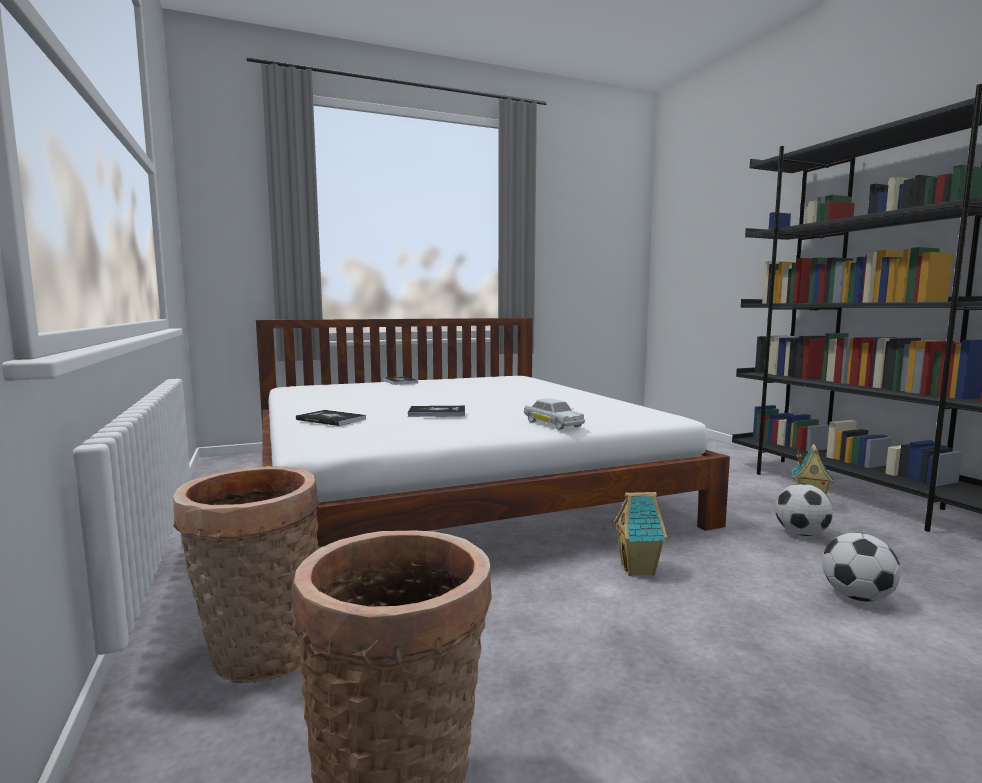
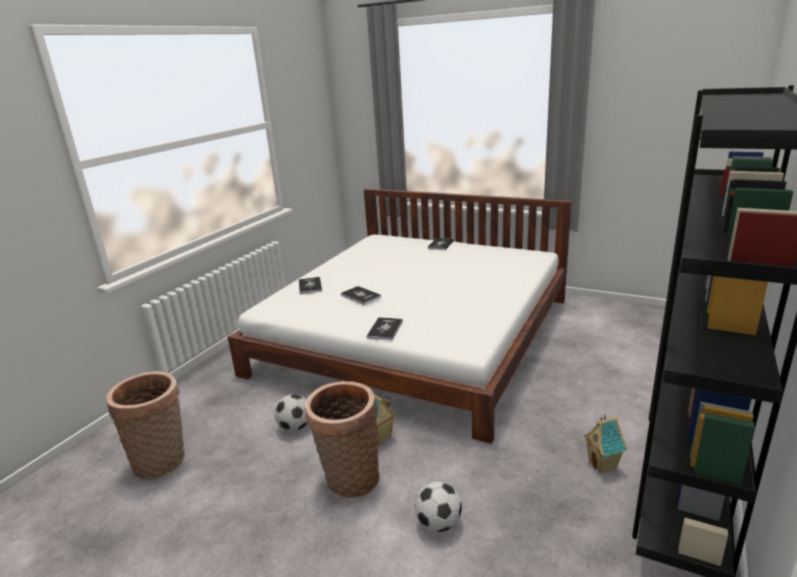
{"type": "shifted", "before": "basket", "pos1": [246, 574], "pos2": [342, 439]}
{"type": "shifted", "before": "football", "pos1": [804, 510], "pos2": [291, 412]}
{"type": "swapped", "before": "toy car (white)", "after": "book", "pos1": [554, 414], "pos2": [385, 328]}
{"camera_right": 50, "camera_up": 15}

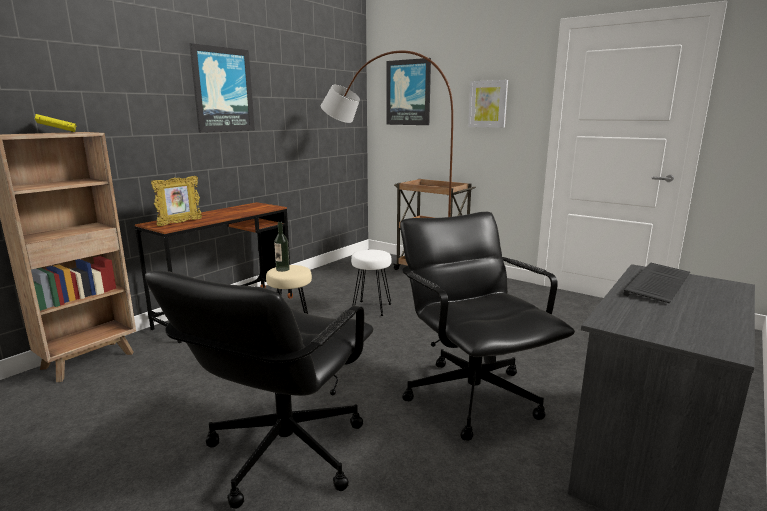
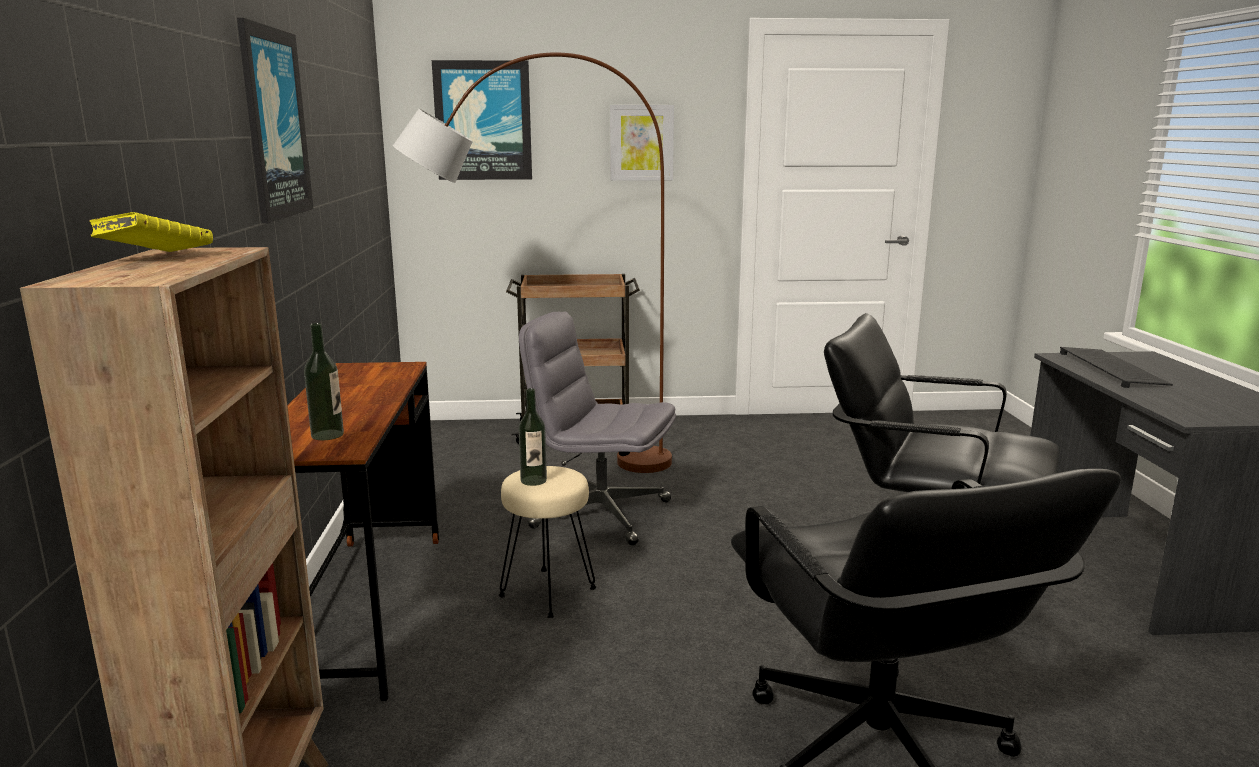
{"type": "swapped", "before": "picture frame", "after": "bottle", "pos1": [176, 201], "pos2": [324, 381]}
{"type": "swapped", "before": "stool (white)", "after": "office chair (grey)", "pos1": [371, 283], "pos2": [597, 428]}
{"camera_right": -40, "camera_up": 0}

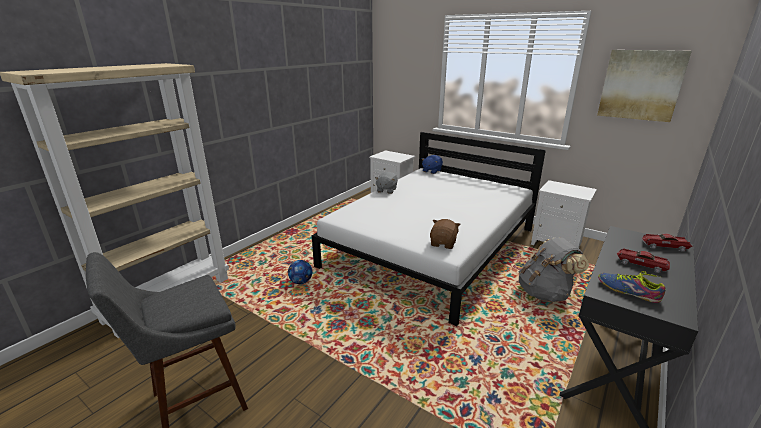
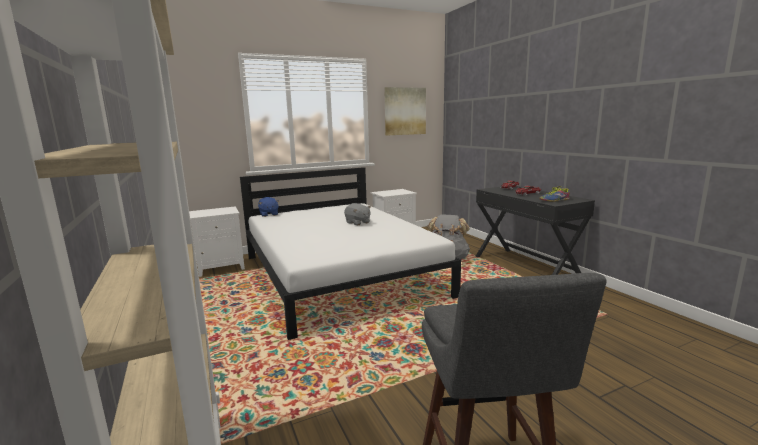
{"type": "gone", "before": "football", "pos1": [300, 272]}
{"type": "gone", "before": "plush toy (brown)", "pos1": [445, 234]}
{"type": "shifted", "before": "plush toy (grey)", "pos1": [386, 183], "pos2": [357, 214]}
{"camera_right": -60, "camera_up": -10}

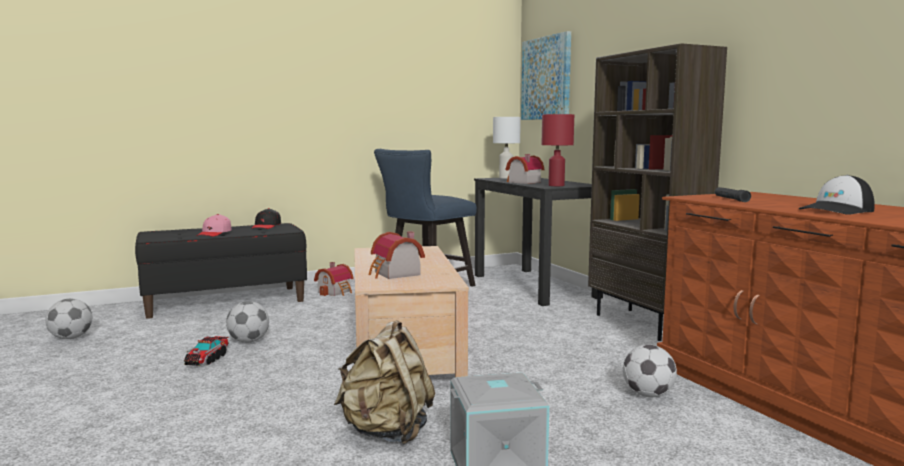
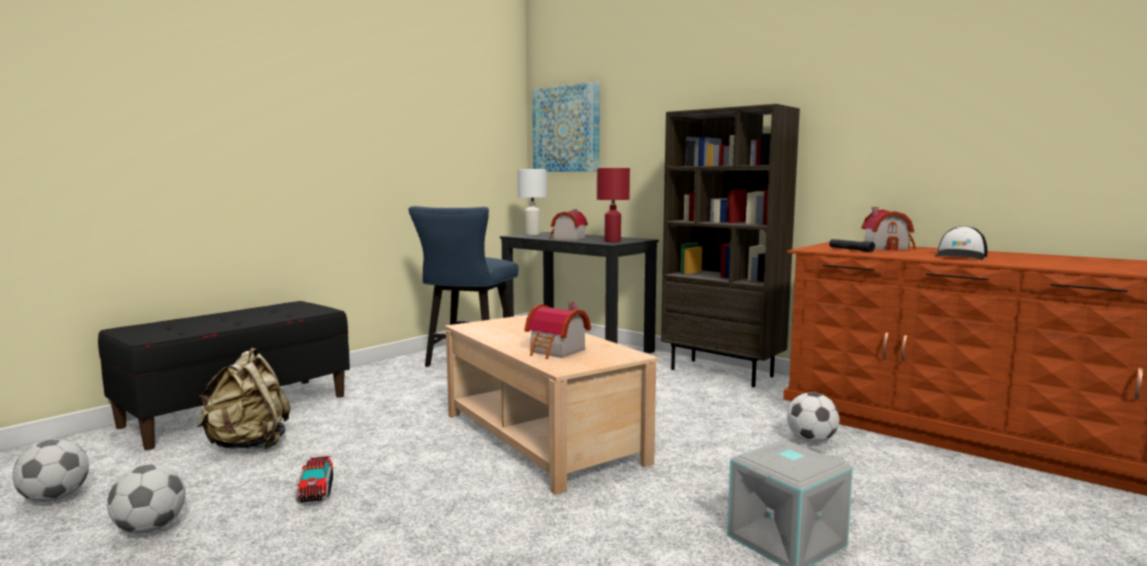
{"type": "gone", "before": "cap (pink)", "pos1": [214, 225]}
{"type": "gone", "before": "cap (black)", "pos1": [266, 218]}
{"type": "shifted", "before": "football", "pos1": [247, 322], "pos2": [146, 499]}
{"type": "shifted", "before": "toy house", "pos1": [334, 279], "pos2": [888, 229]}
{"type": "shifted", "before": "backpack (beige)", "pos1": [384, 382], "pos2": [244, 399]}
{"camera_right": -25, "camera_up": 0}

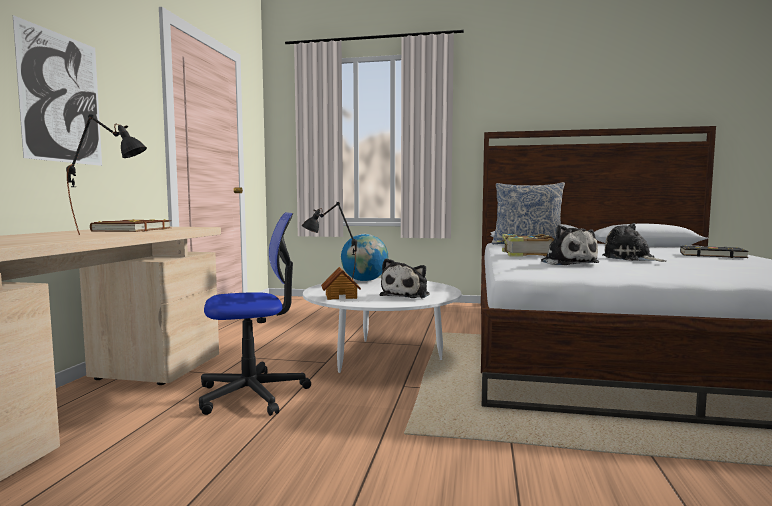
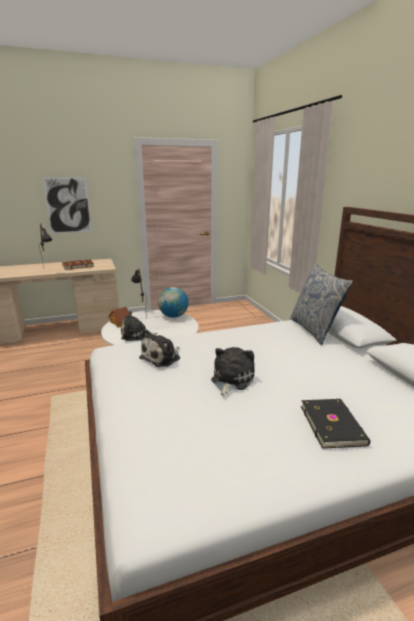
{"type": "gone", "before": "office chair", "pos1": [255, 314]}
{"type": "gone", "before": "book", "pos1": [525, 245]}
{"camera_right": 60, "camera_up": 15}

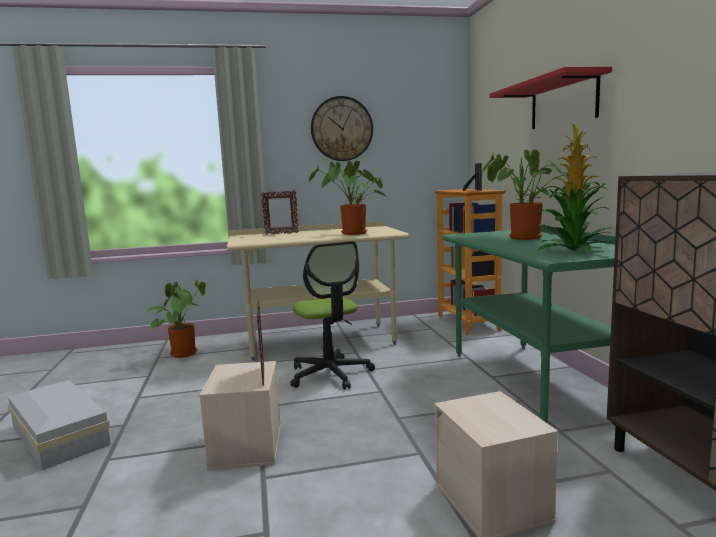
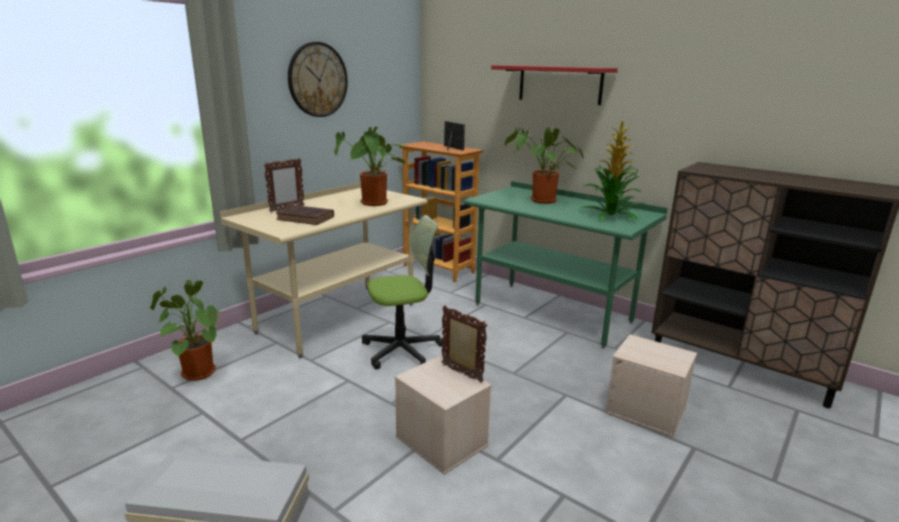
{"type": "new", "after": "book (brown)", "pos2": [305, 215]}
{"type": "rotated", "before": "office chair", "pos1": [332, 315], "pos2": [403, 292], "turn": -45}
{"camera_right": -40, "camera_up": 10}

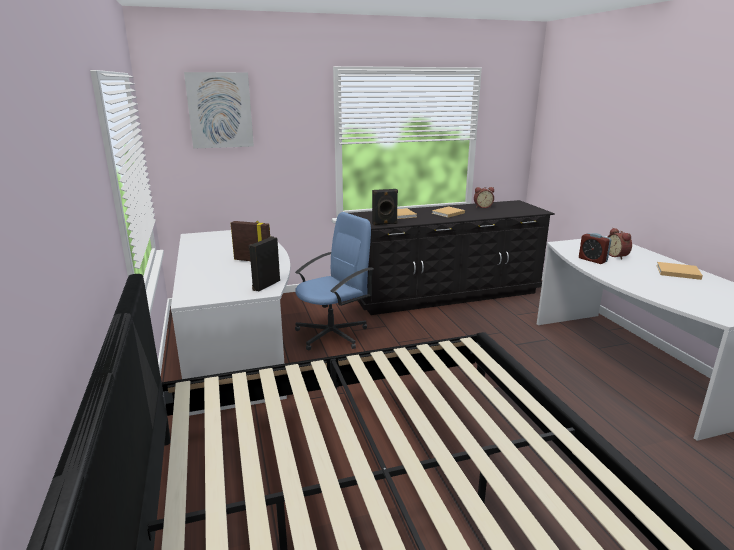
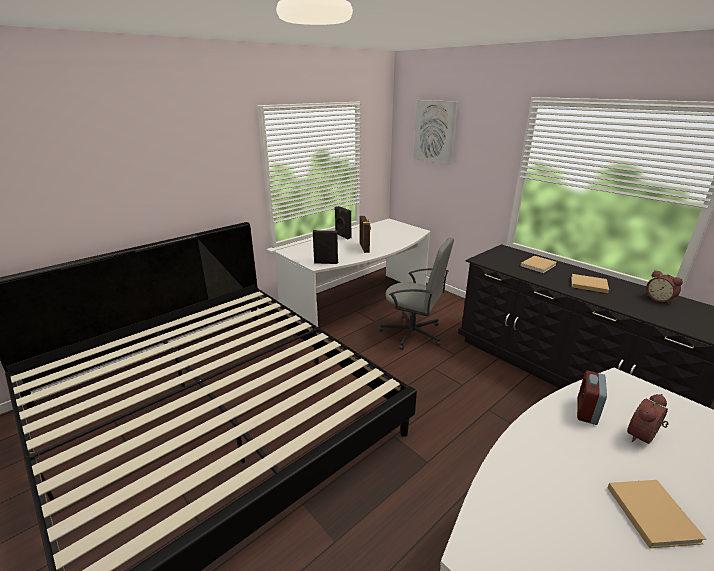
{"type": "shifted", "before": "speaker (black)", "pos1": [385, 207], "pos2": [343, 222]}
{"type": "repainted", "before": "office chair (blue)", "after": "office chair (grey)", "pos1": [334, 281], "pos2": [417, 294]}
{"camera_right": 65, "camera_up": 5}

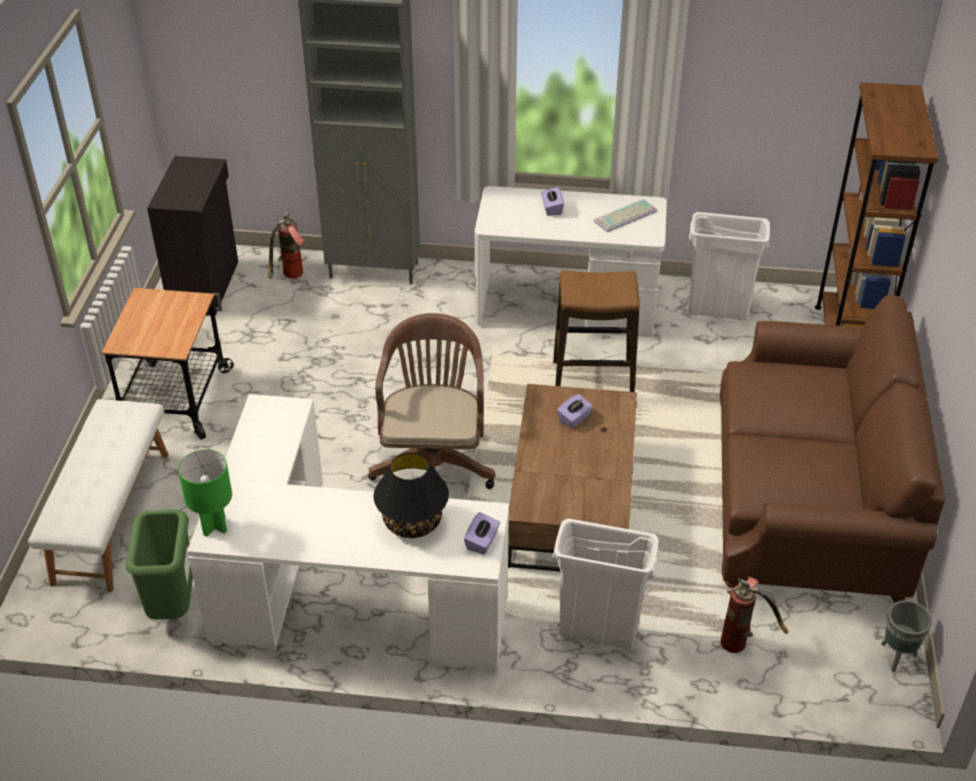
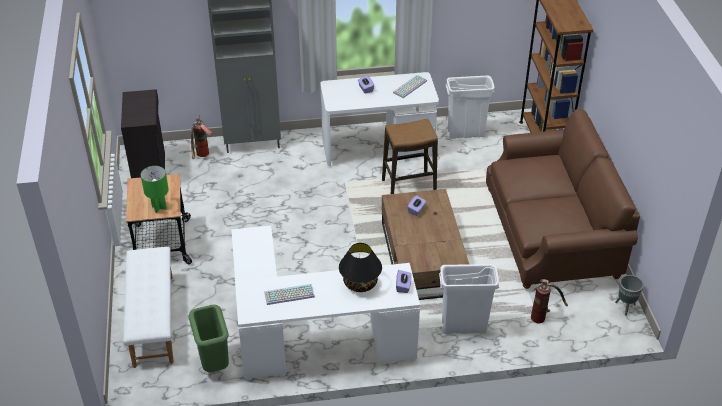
{"type": "gone", "before": "office chair (brown)", "pos1": [431, 401]}
{"type": "new", "after": "keyboard", "pos2": [290, 294]}
{"type": "shifted", "before": "table lamp (green)", "pos1": [205, 493], "pos2": [155, 189]}
{"camera_right": -15, "camera_up": 0}

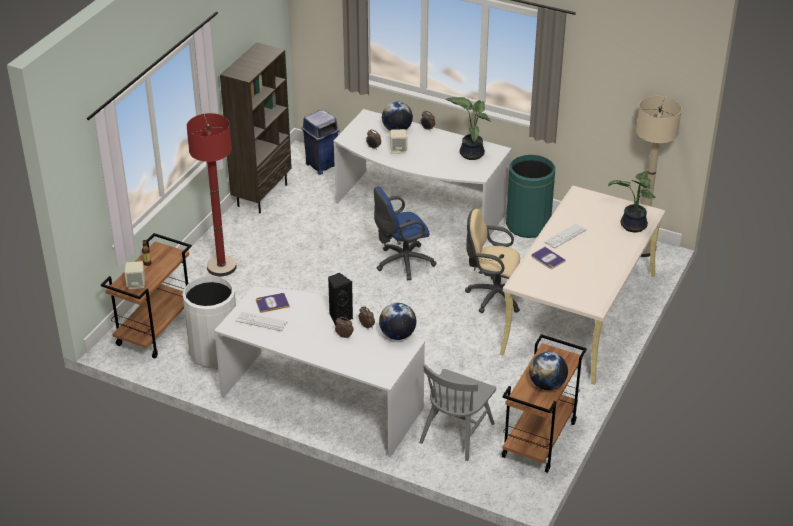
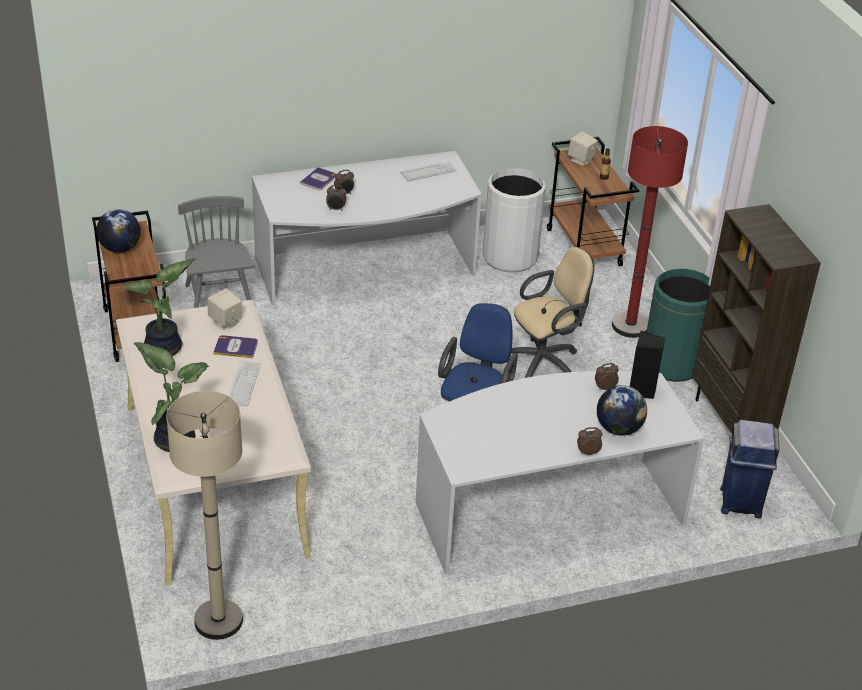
{"type": "gone", "before": "globe", "pos1": [397, 321]}
{"type": "shifted", "before": "book", "pos1": [273, 303], "pos2": [318, 178]}
{"type": "shifted", "before": "speaker (black)", "pos1": [340, 299], "pos2": [647, 365]}
{"type": "shifted", "before": "speaker (beige)", "pos1": [398, 141], "pos2": [225, 309]}
{"type": "shifted", "before": "potted plant", "pos1": [468, 128], "pos2": [159, 307]}
{"type": "shifted", "before": "office chair (beige)", "pos1": [492, 261], "pos2": [552, 312]}
{"type": "shifted", "before": "trash can (green)", "pos1": [530, 196], "pos2": [678, 325]}
{"camera_right": 135, "camera_up": 0}

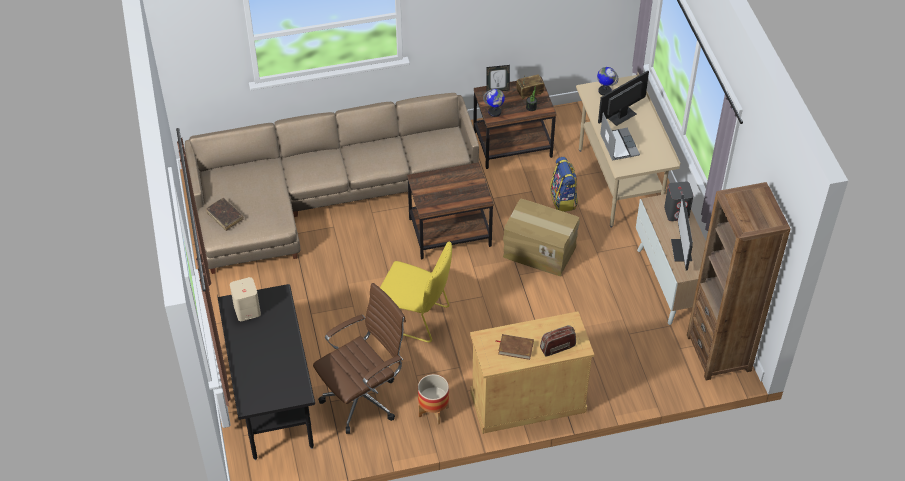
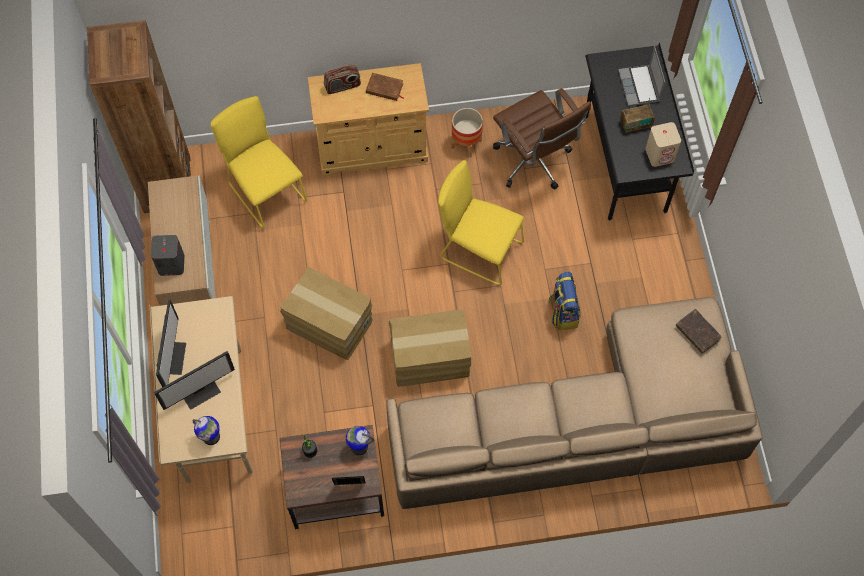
{"type": "new", "after": "chair (yellow)", "pos2": [258, 162]}
{"type": "shifted", "before": "radio", "pos1": [530, 86], "pos2": [637, 115]}
{"type": "shifted", "before": "backpack", "pos1": [564, 184], "pos2": [564, 301]}
{"type": "shifted", "before": "laptop", "pos1": [620, 137], "pos2": [641, 76]}
{"type": "shifted", "before": "monitor", "pos1": [682, 233], "pos2": [171, 343]}
{"type": "swapped", "before": "side table (brown)", "after": "cardboard box", "pos1": [450, 210], "pos2": [430, 348]}
{"type": "rotated", "before": "office chair (brown)", "pos1": [359, 358], "pos2": [542, 139], "turn": -90}
{"camera_right": -175, "camera_up": 15}

